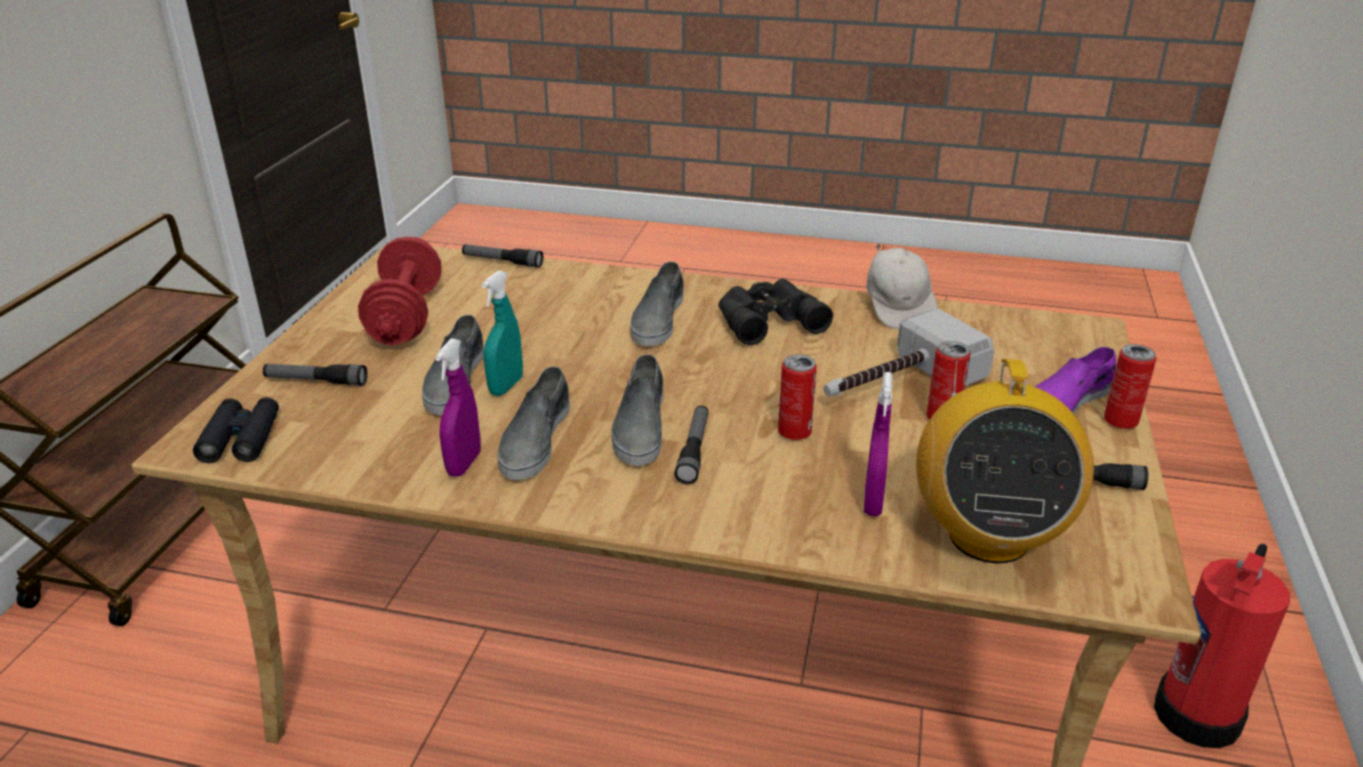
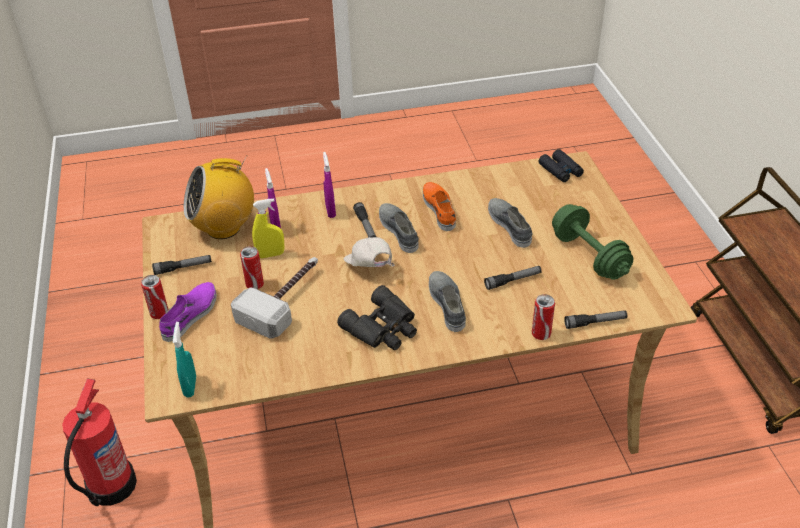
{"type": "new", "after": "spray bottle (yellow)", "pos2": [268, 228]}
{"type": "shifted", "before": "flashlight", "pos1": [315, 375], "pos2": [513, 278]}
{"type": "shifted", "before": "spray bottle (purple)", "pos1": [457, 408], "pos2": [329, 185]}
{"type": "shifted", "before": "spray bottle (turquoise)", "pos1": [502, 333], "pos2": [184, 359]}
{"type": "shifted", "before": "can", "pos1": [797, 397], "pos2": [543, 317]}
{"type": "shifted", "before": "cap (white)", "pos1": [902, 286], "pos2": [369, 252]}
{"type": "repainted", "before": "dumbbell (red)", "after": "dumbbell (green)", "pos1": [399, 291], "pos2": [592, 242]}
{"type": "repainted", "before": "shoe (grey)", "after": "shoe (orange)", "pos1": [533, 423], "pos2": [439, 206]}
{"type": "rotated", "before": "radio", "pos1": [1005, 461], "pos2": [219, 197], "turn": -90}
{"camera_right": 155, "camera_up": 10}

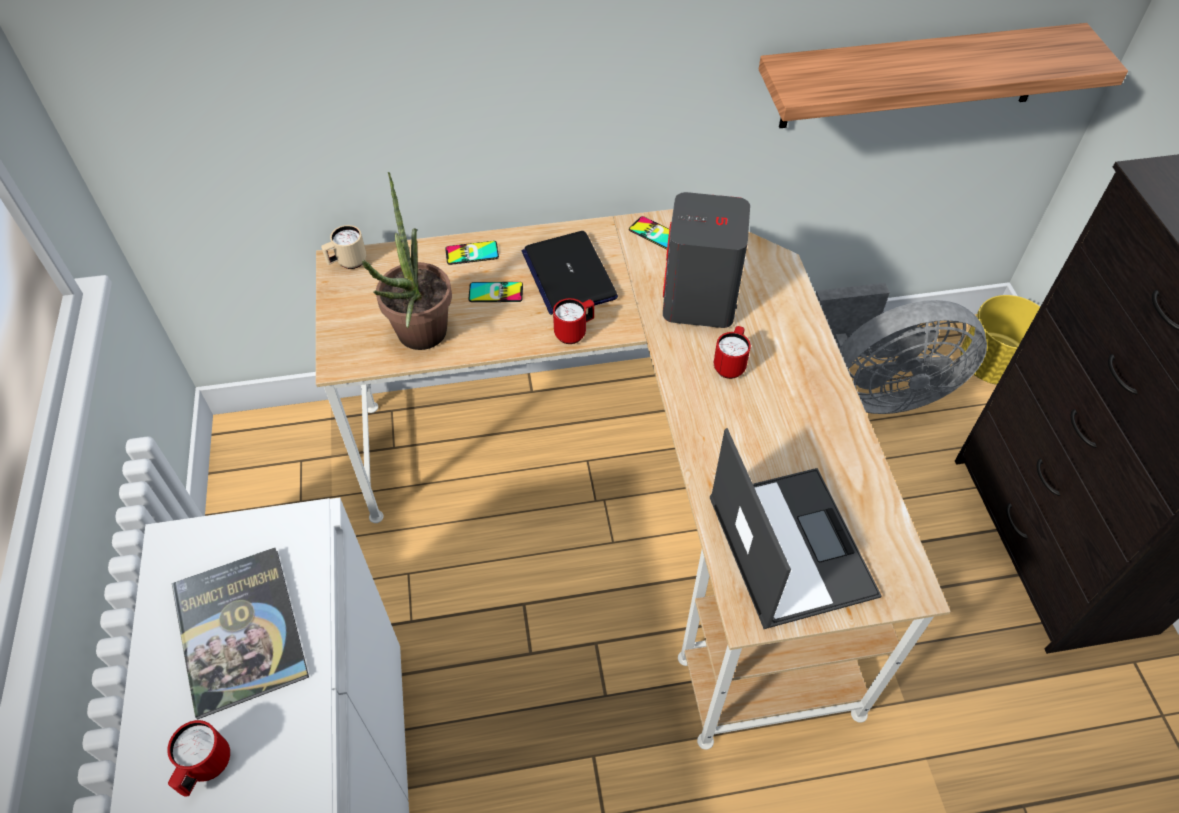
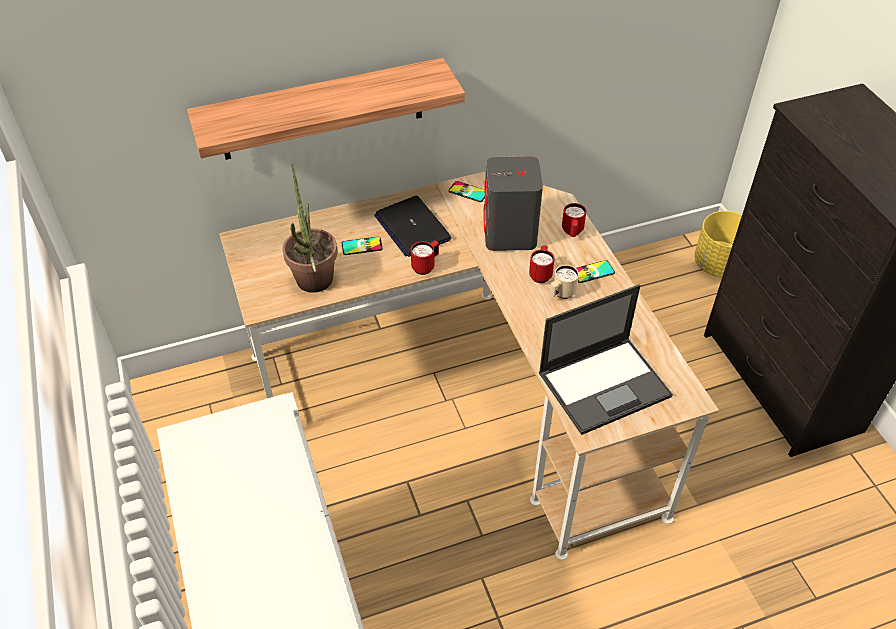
{"type": "gone", "before": "book", "pos1": [240, 633]}
{"type": "gone", "before": "fan (grey)", "pos1": [901, 348]}
{"type": "shifted", "before": "mug (red)", "pos1": [198, 758], "pos2": [574, 220]}
{"type": "shifted", "before": "mug (beige)", "pos1": [344, 247], "pos2": [564, 282]}
{"type": "shifted", "before": "phone", "pos1": [472, 253], "pos2": [595, 271]}
{"type": "shifted", "before": "shelf", "pos1": [943, 75], "pos2": [326, 109]}
{"type": "rotated", "before": "laptop", "pos1": [796, 528], "pos2": [605, 359], "turn": 90}
{"camera_right": -10, "camera_up": -5}

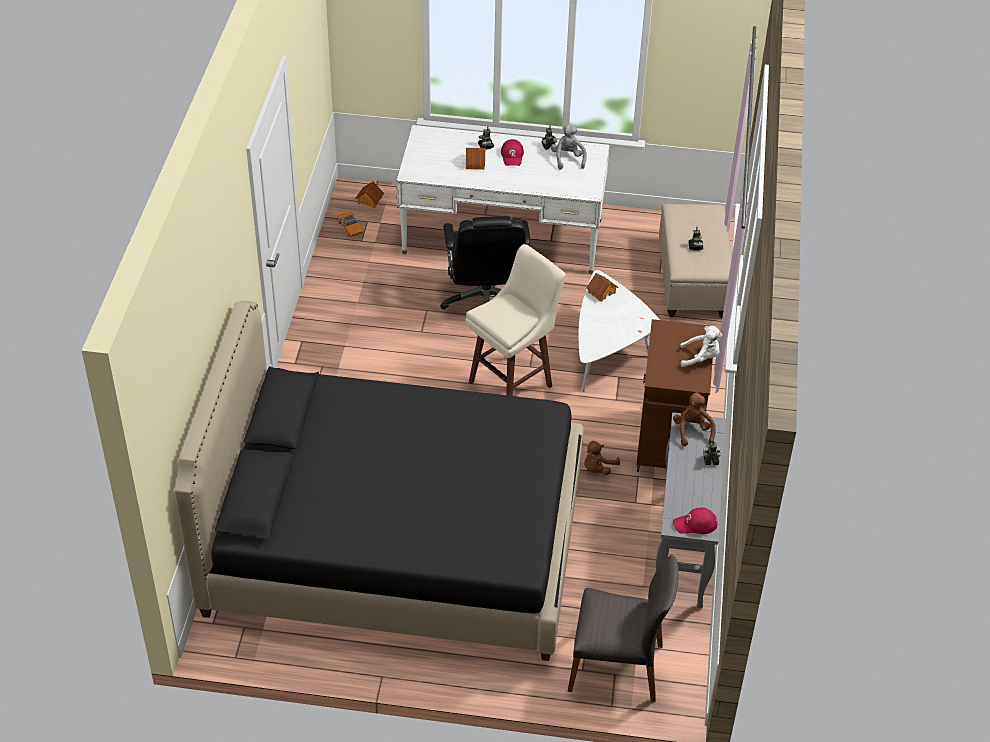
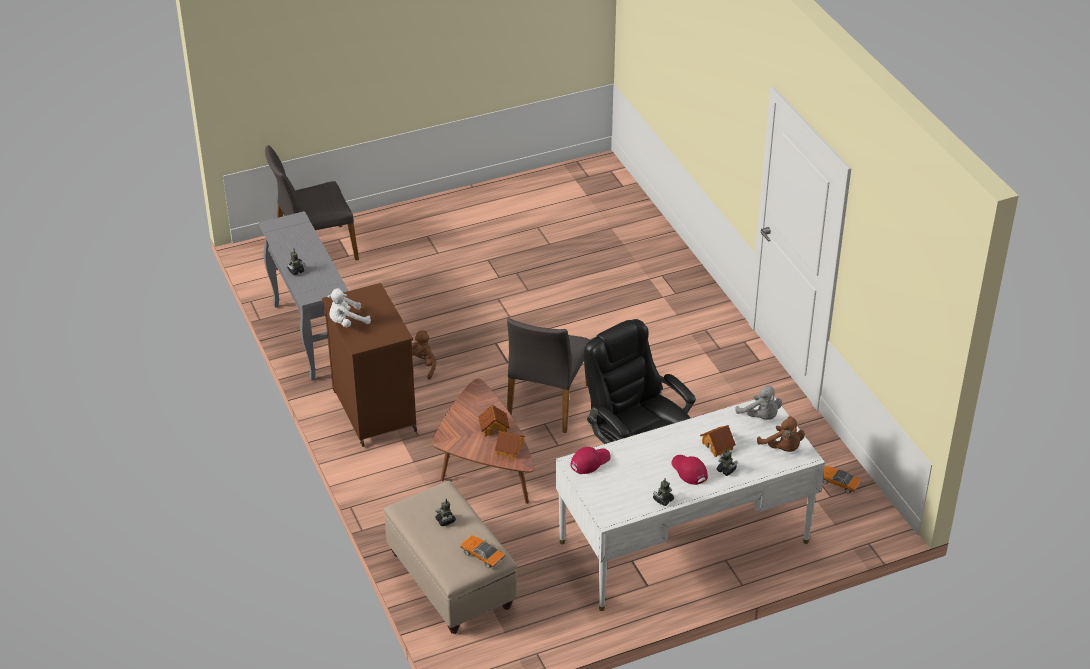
{"type": "gone", "before": "bed (black)", "pos1": [379, 481]}
{"type": "new", "after": "toy car", "pos2": [483, 551]}
{"type": "shifted", "before": "toy house", "pos1": [370, 194], "pos2": [494, 420]}
{"type": "shifted", "before": "plush toy (grey)", "pos1": [569, 146], "pos2": [758, 402]}
{"type": "shifted", "before": "plush toy (brown)", "pos1": [694, 419], "pos2": [781, 434]}
{"type": "shifted", "before": "cap (red)", "pos1": [695, 521], "pos2": [590, 460]}
{"type": "swapped", "before": "stool (beige)", "after": "chair (grey)", "pos1": [515, 320], "pos2": [548, 375]}
{"type": "repainted", "before": "coffee table (white)", "after": "coffee table (brown)", "pos1": [619, 331], "pos2": [483, 441]}
{"camera_right": 150, "camera_up": -5}

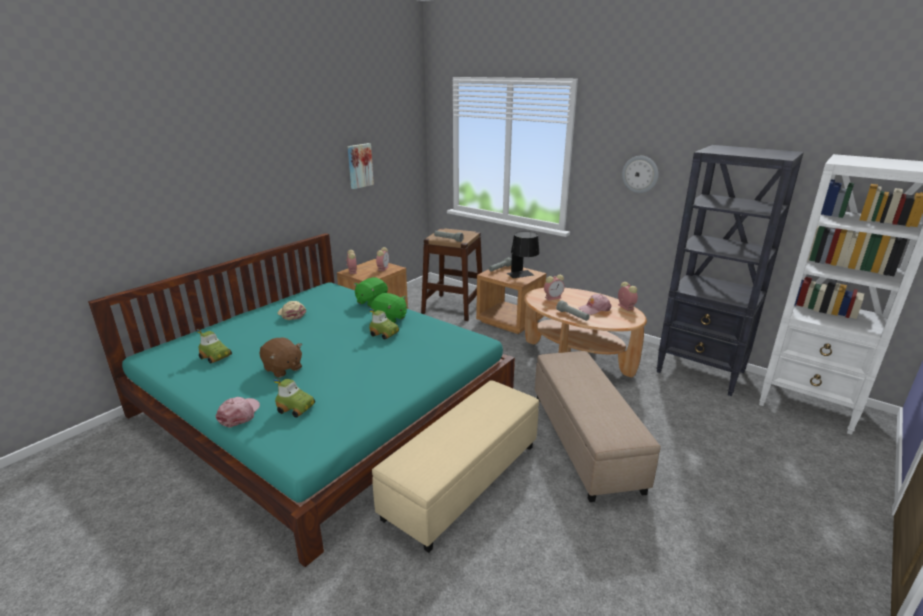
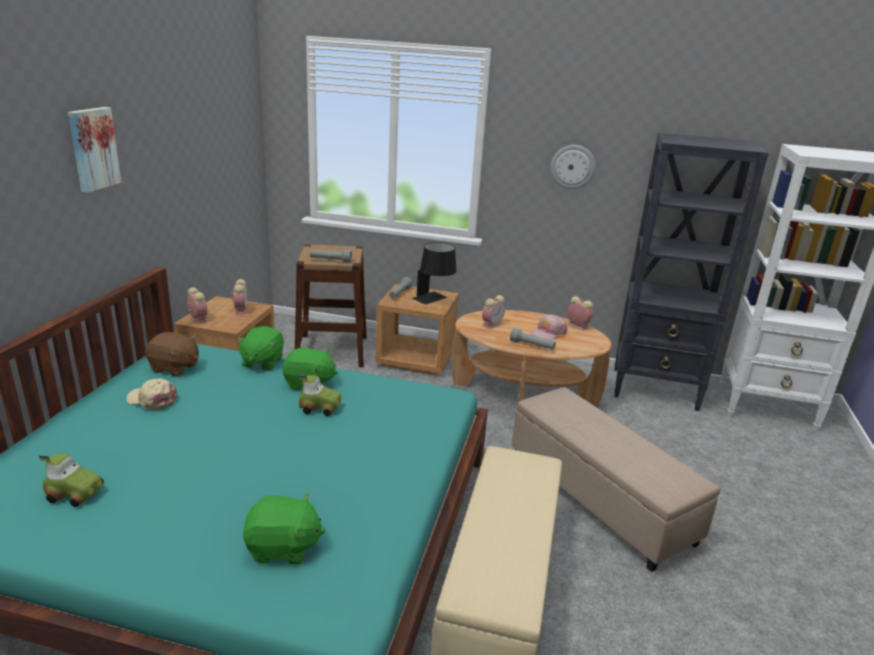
{"type": "gone", "before": "cap (pink)", "pos1": [238, 412]}
{"type": "shifted", "before": "plush toy (brown)", "pos1": [281, 358], "pos2": [172, 354]}
{"type": "shifted", "before": "picture", "pos1": [361, 166], "pos2": [95, 150]}
{"type": "swapped", "before": "toy car", "after": "plush toy (green)", "pos1": [294, 398], "pos2": [284, 529]}
{"camera_right": -25, "camera_up": 0}

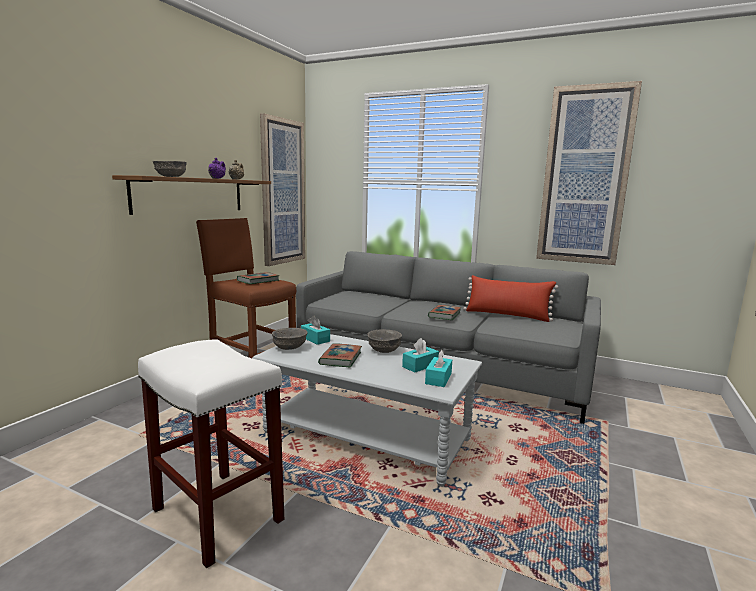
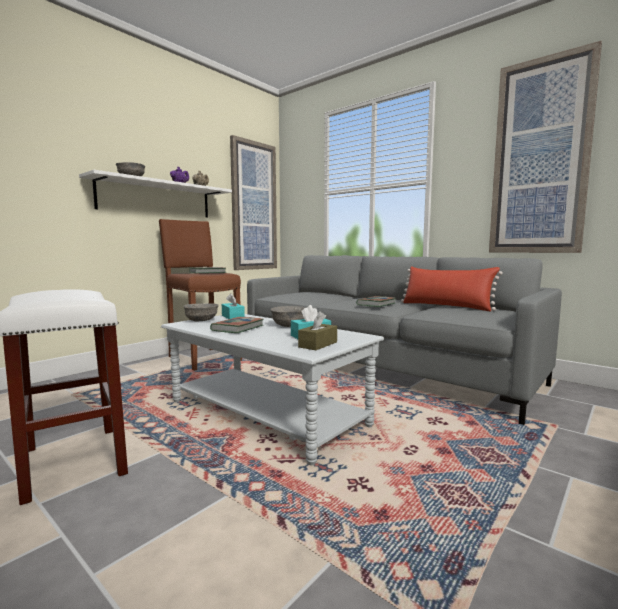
{"type": "repainted", "before": "shelf (brown)", "after": "shelf (white)", "pos1": [191, 195], "pos2": [155, 194]}
{"type": "repainted", "before": "tissue box (turquoise)", "after": "tissue box (brown)", "pos1": [438, 368], "pos2": [317, 330]}
{"camera_right": 15, "camera_up": -5}

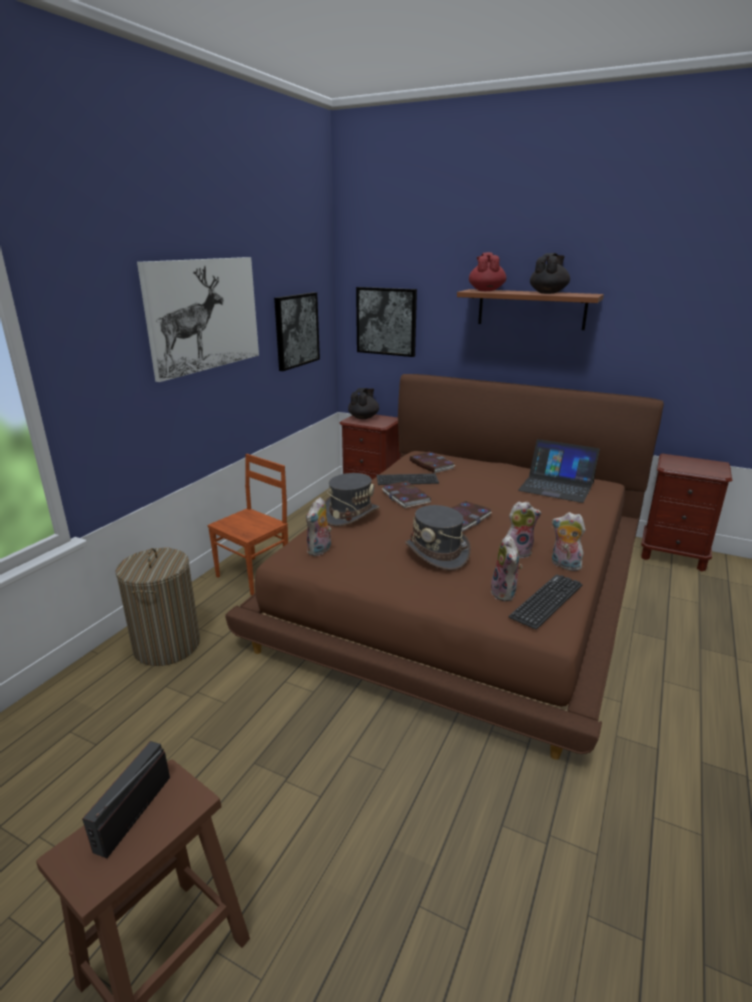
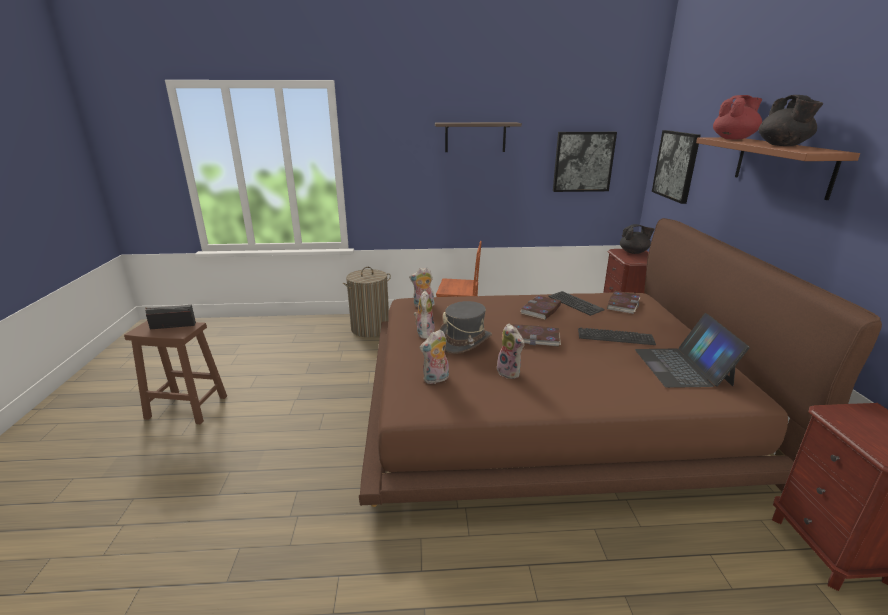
{"type": "gone", "before": "hat (grey)", "pos1": [352, 500]}
{"type": "shifted", "before": "keyboard", "pos1": [545, 602], "pos2": [617, 336]}
{"type": "shifted", "before": "plush toy", "pos1": [569, 541], "pos2": [424, 315]}
{"type": "swapped", "before": "picture", "after": "shelf", "pos1": [198, 319], "pos2": [478, 137]}
{"type": "rotated", "before": "teapot (black)", "pos1": [550, 273], "pos2": [791, 120], "turn": 90}
{"camera_right": 60, "camera_up": 0}

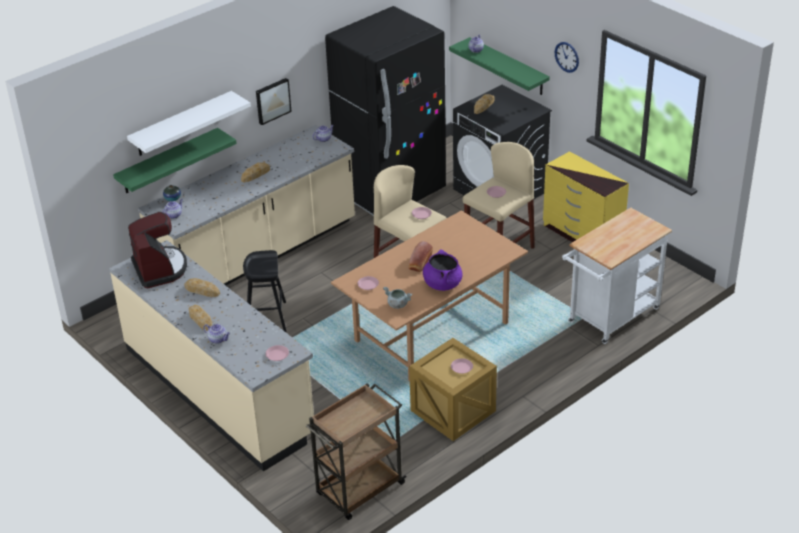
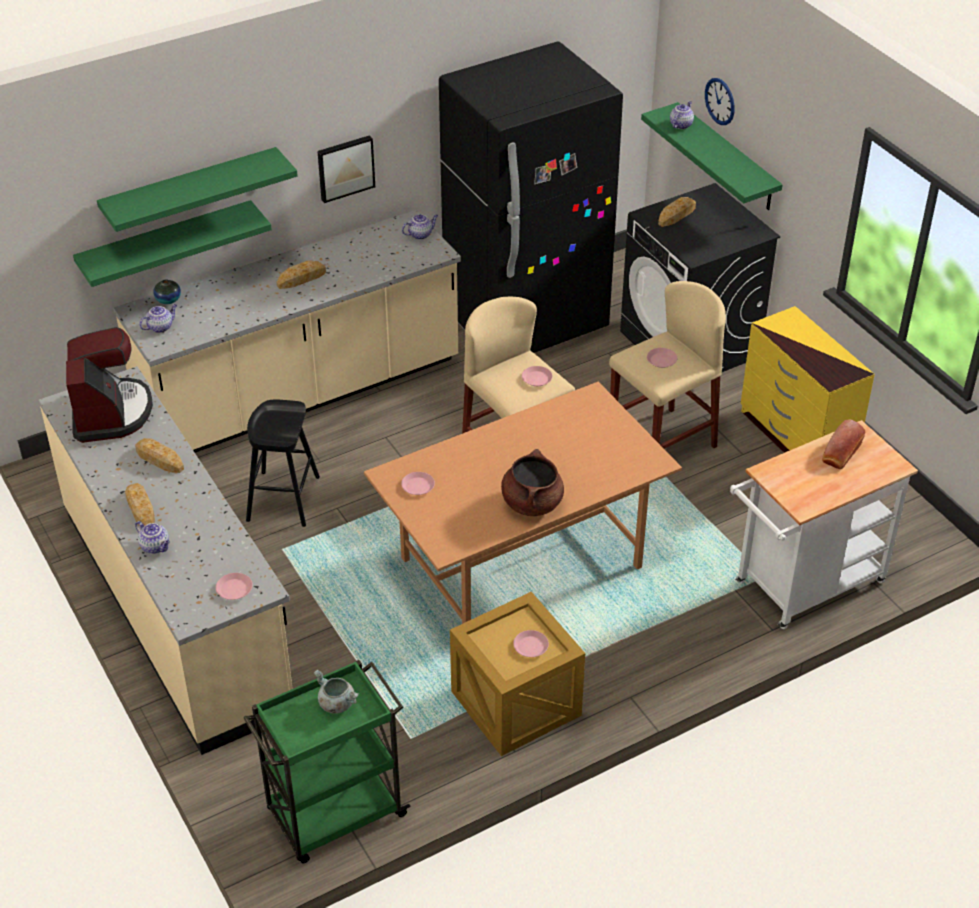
{"type": "shifted", "before": "cooking pot (grey)", "pos1": [397, 298], "pos2": [336, 692]}
{"type": "shifted", "before": "bread", "pos1": [420, 256], "pos2": [844, 444]}
{"type": "shifted", "before": "wall clock", "pos1": [567, 57], "pos2": [720, 101]}
{"type": "repainted", "before": "shelf (white)", "after": "shelf (green)", "pos1": [189, 123], "pos2": [197, 189]}
{"type": "repainted", "before": "cart (brown)", "after": "cart (green)", "pos1": [356, 451], "pos2": [327, 761]}
{"type": "repainted", "before": "cooking pot (purple)", "after": "cooking pot (brown)", "pos1": [443, 270], "pos2": [532, 482]}
{"camera_right": 10, "camera_up": 5}

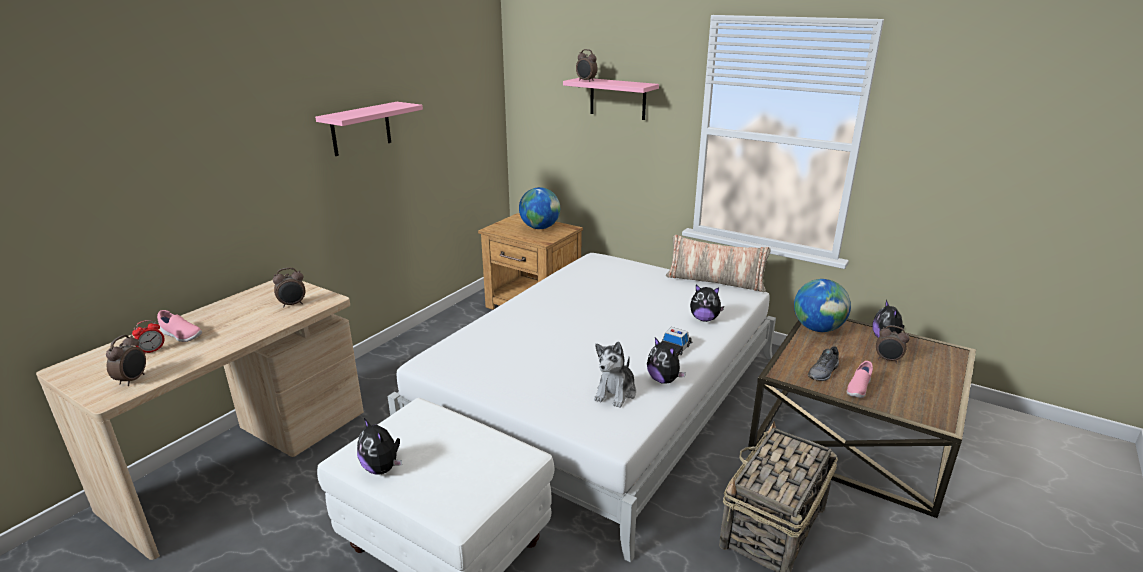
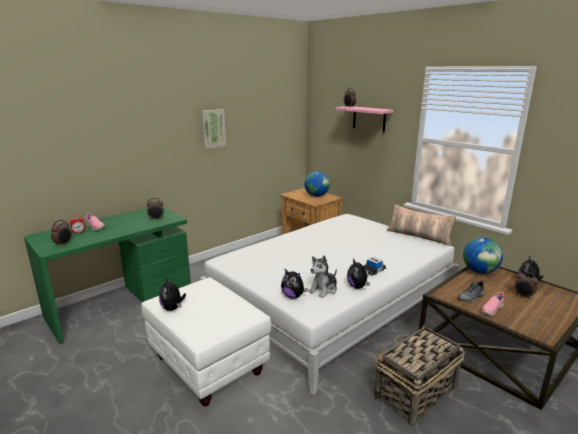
{"type": "shifted", "before": "plush toy", "pos1": [707, 303], "pos2": [294, 284]}
{"type": "swapped", "before": "shelf (pink)", "after": "picture", "pos1": [369, 129], "pos2": [213, 129]}
{"type": "repainted", "before": "desk (beige)", "after": "desk (green)", "pos1": [200, 420], "pos2": [107, 275]}
{"camera_right": 15, "camera_up": -5}

